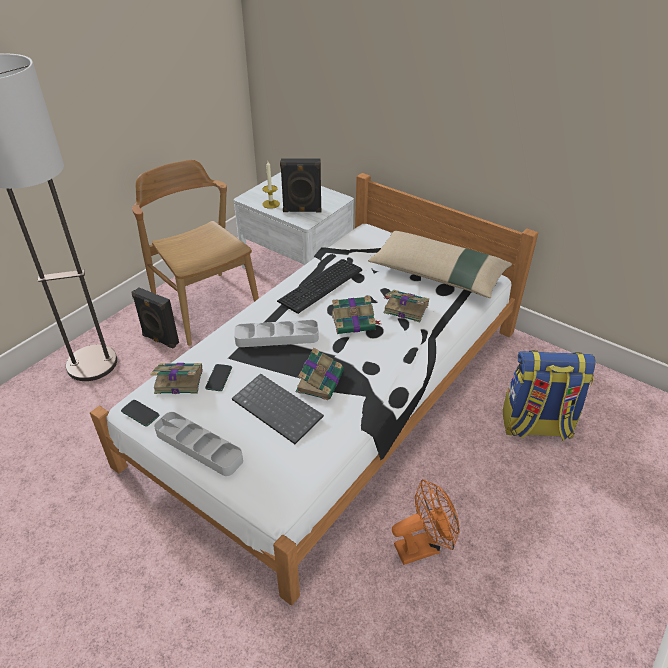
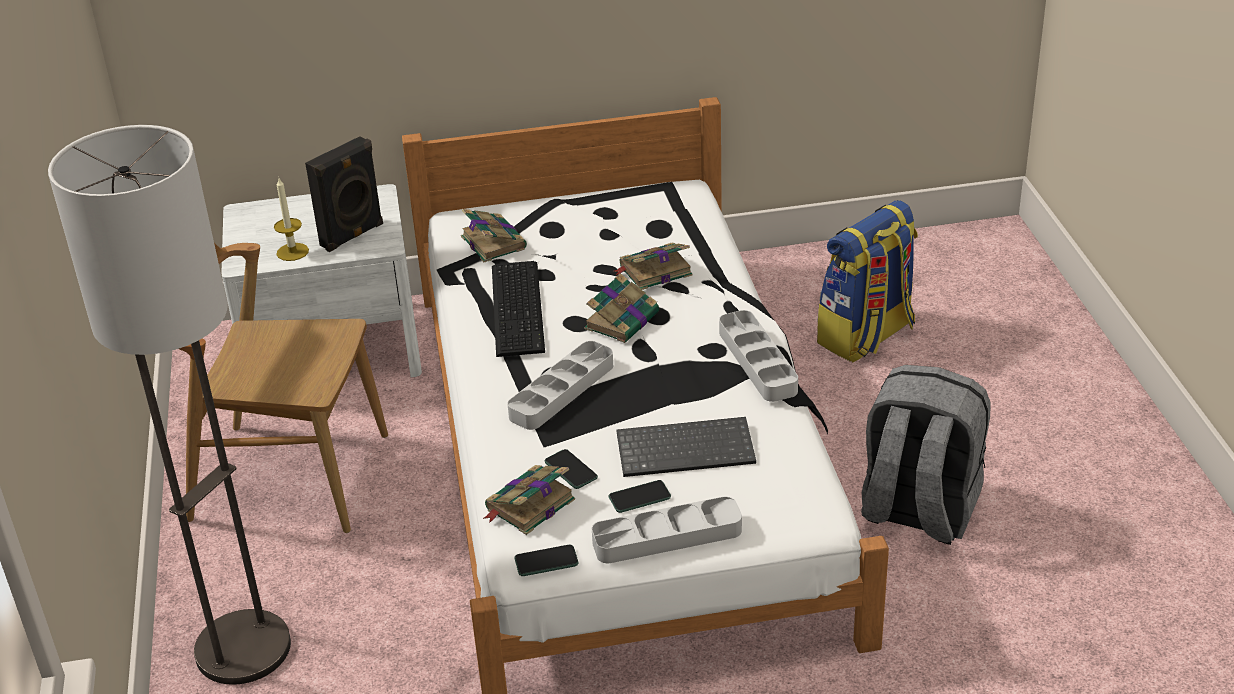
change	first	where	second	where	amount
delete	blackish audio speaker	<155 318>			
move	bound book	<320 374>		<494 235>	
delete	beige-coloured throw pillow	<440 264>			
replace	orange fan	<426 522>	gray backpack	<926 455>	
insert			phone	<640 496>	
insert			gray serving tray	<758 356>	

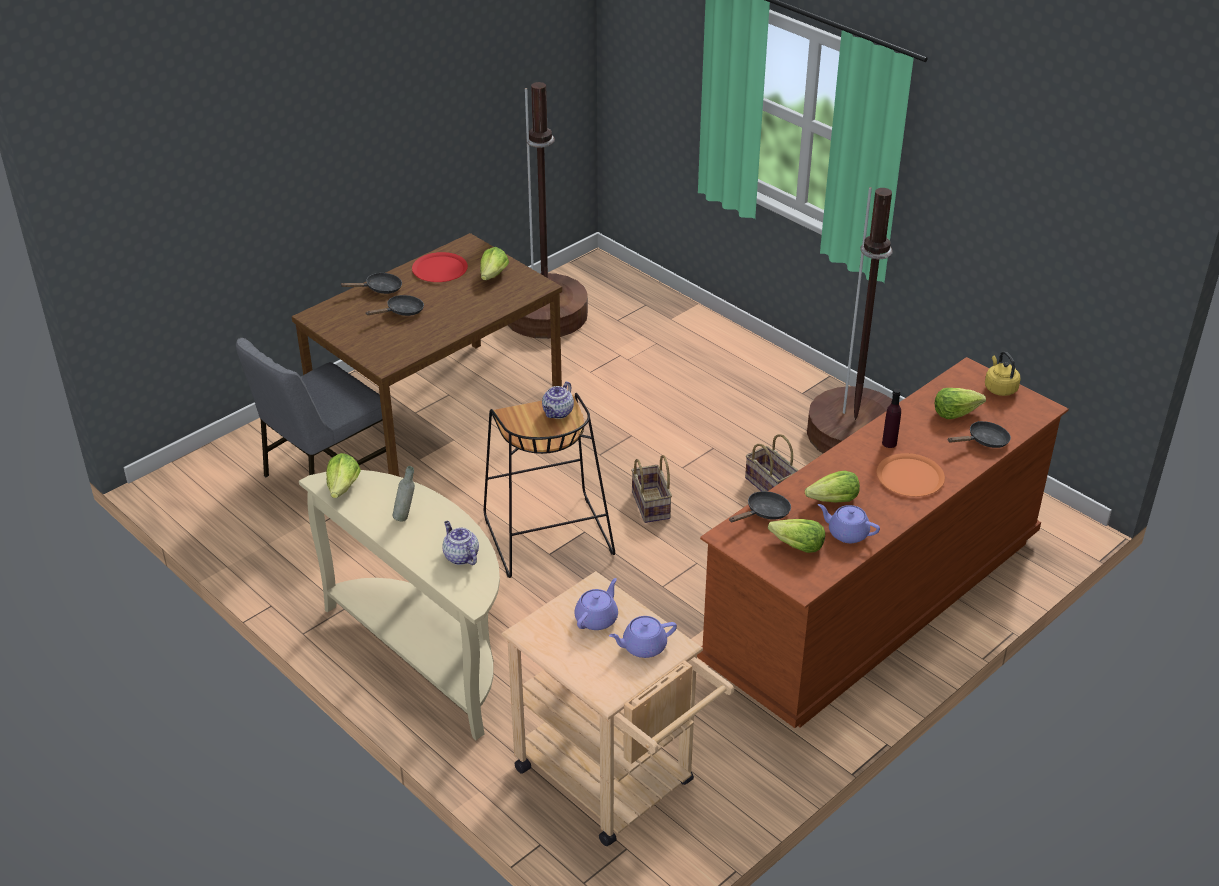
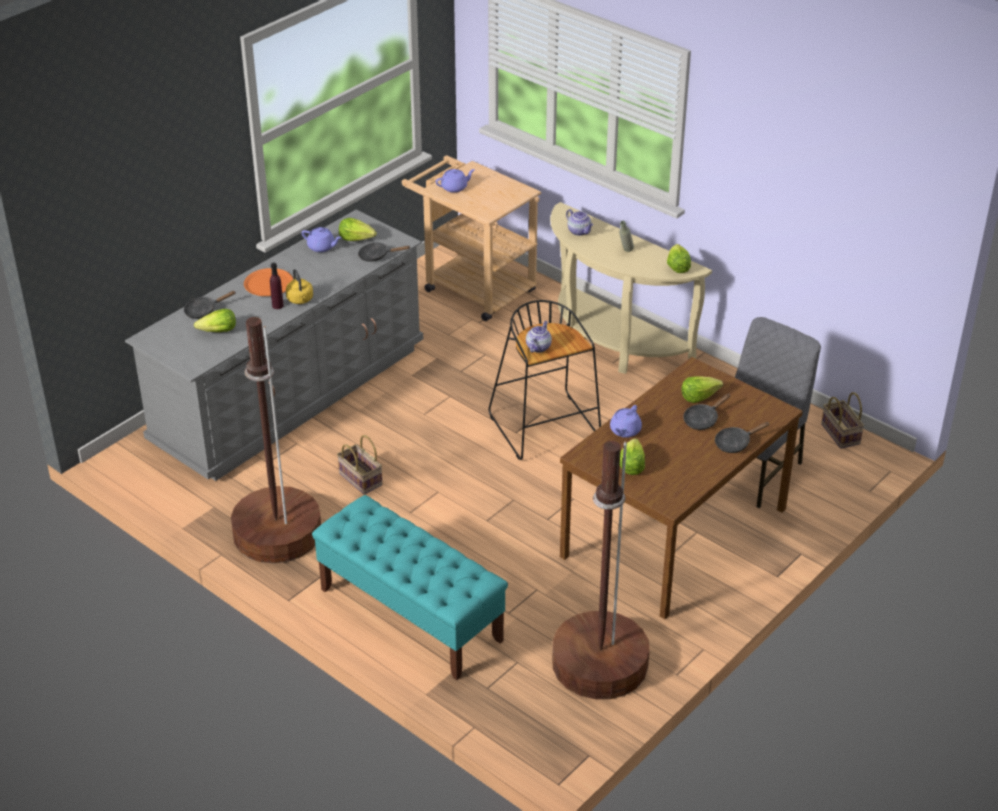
change	first	where	second	where	amount
delete	red-coloured flat dish	<440 267>			
move	purple tea pot	<596 604>		<626 421>	
move	storage basket	<651 489>		<842 420>	
recolor	brown-coloured chest of drawers	<883 542>	gray chest of drawers	<274 345>	
rotate	blackish skillet	<760 506>		<384 252>	45 degrees clockwise
move	lettuce head	<832 487>		<702 389>	
move	yellow-coloured water kettle	<1003 373>		<299 286>	
insert			turquoise bench	<410 587>	

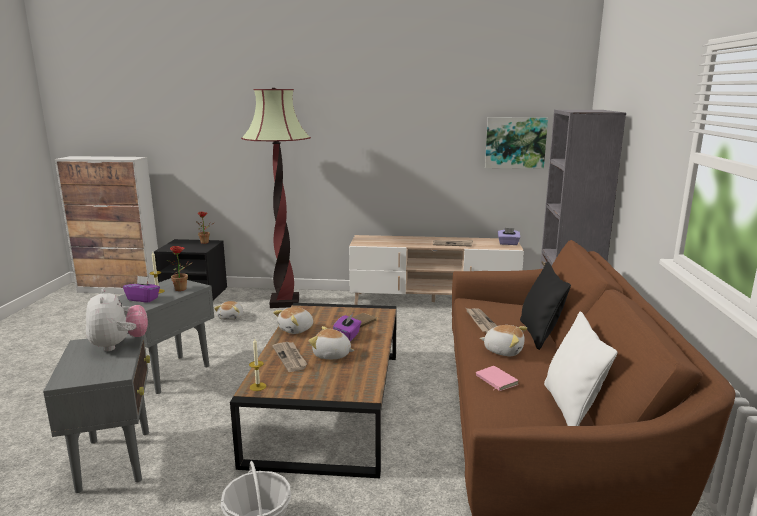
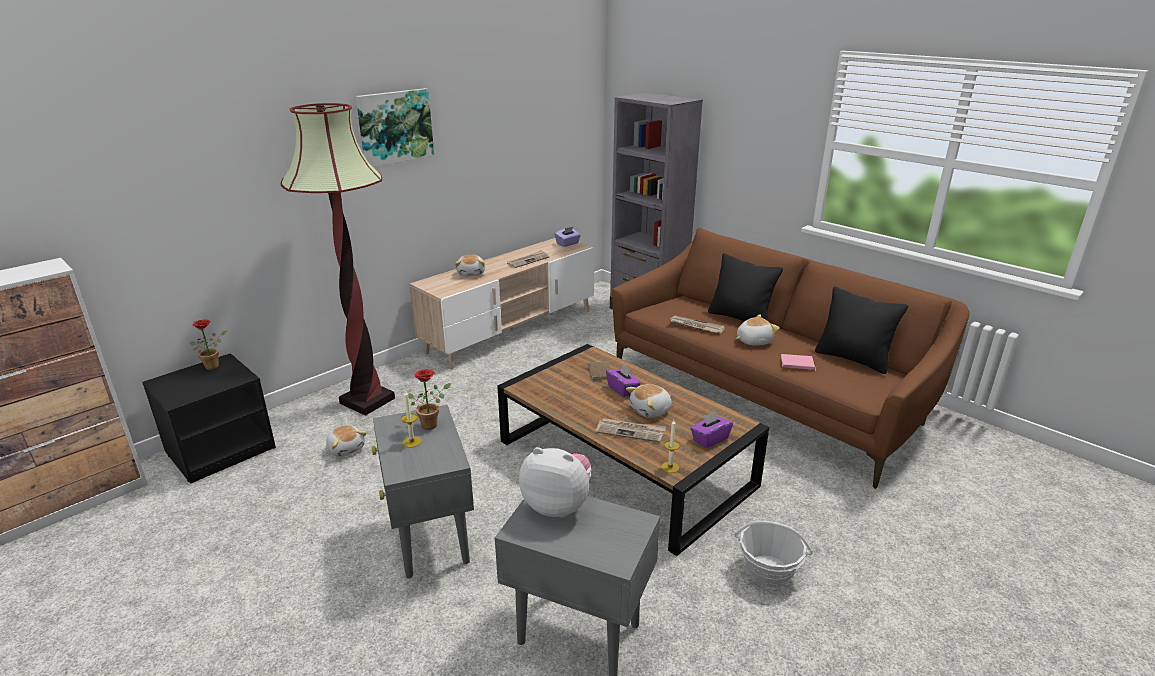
change	first	where	second	where	amount
move	purple tissue box	<141 289>		<711 429>	
move	plush toy	<293 320>		<470 265>	
move	wall art	<516 143>		<395 127>	
recolor	whitish throw pillow	<581 368>	blackish throw pillow	<861 330>	

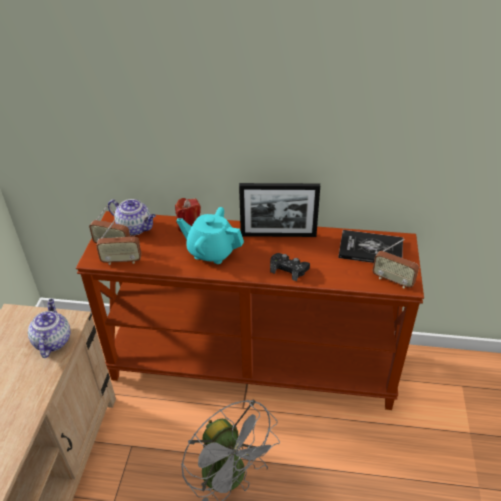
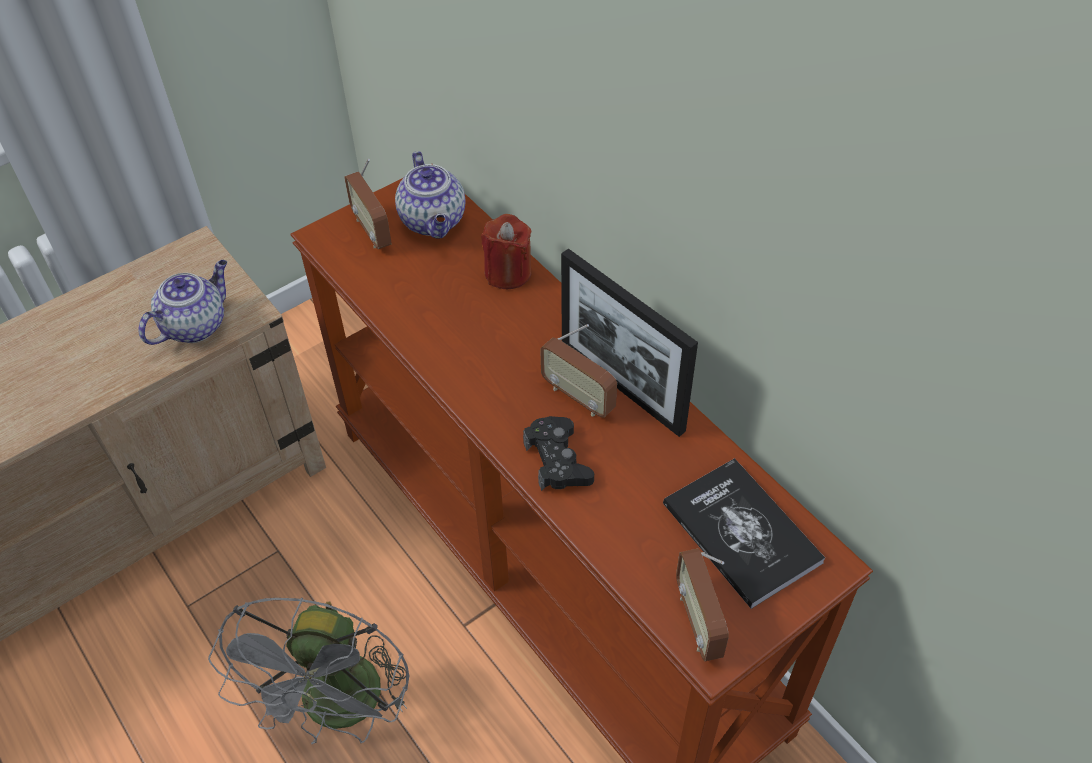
change	first	where	second	where	amount
move	radio set	<118 242>		<578 371>	
delete	turquoise tea pot	<210 235>			

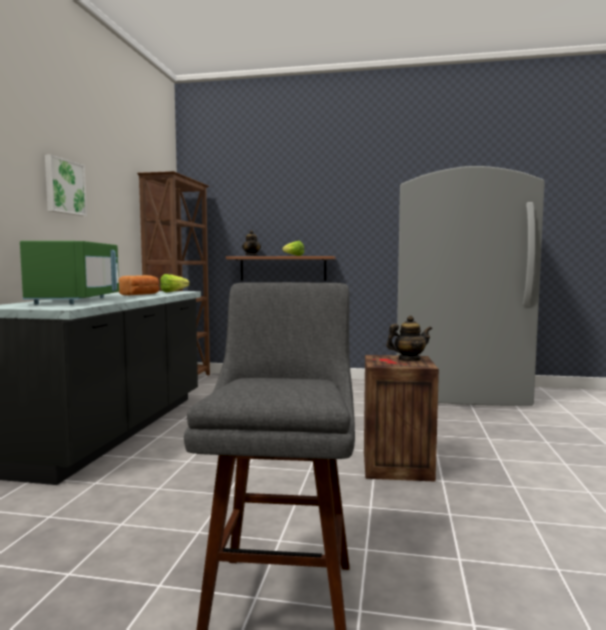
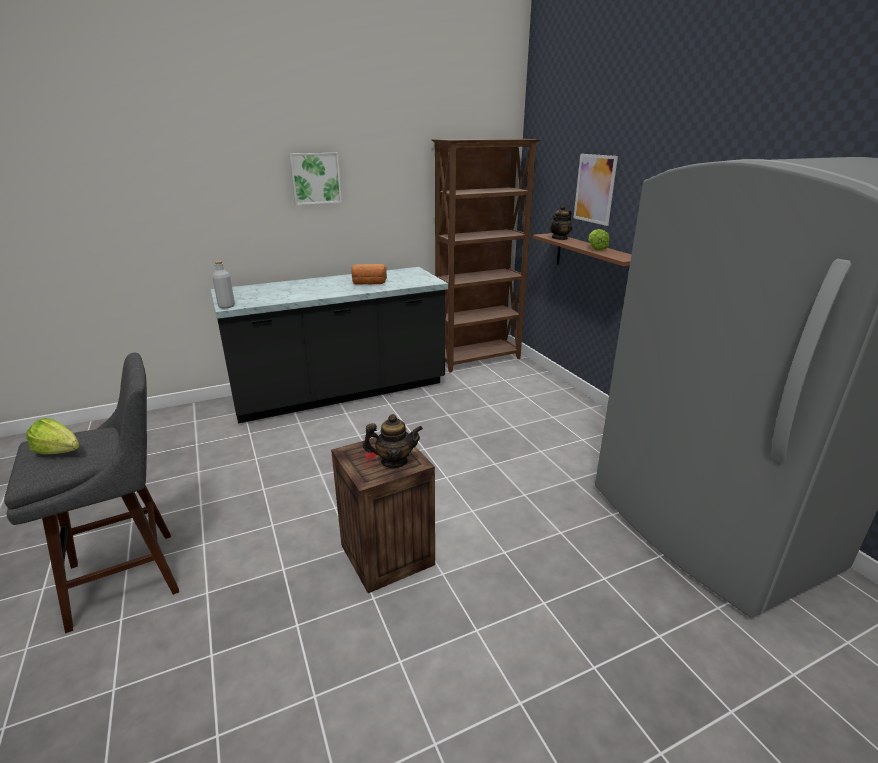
change	first	where	second	where	amount
delete	green kitchen microwave	<69 272>			
move	lettuce head	<175 283>		<52 436>	
rotate	tea pot	<409 338>		<393 441>	45 degrees counterclockwise
insert			gray beverage bottle	<223 284>	
insert			wall art	<596 190>	

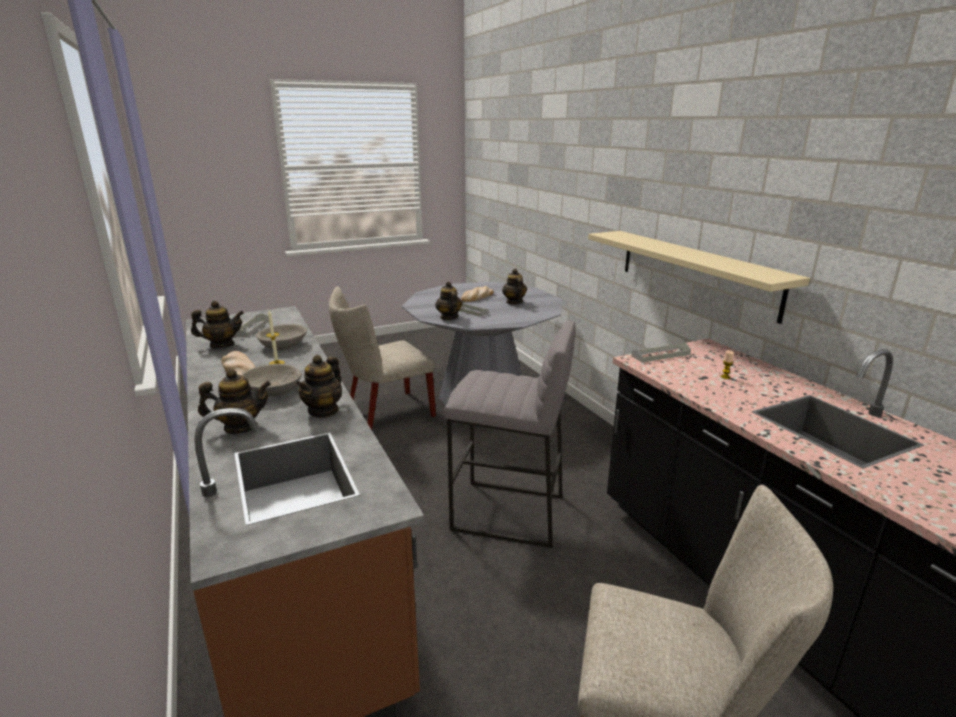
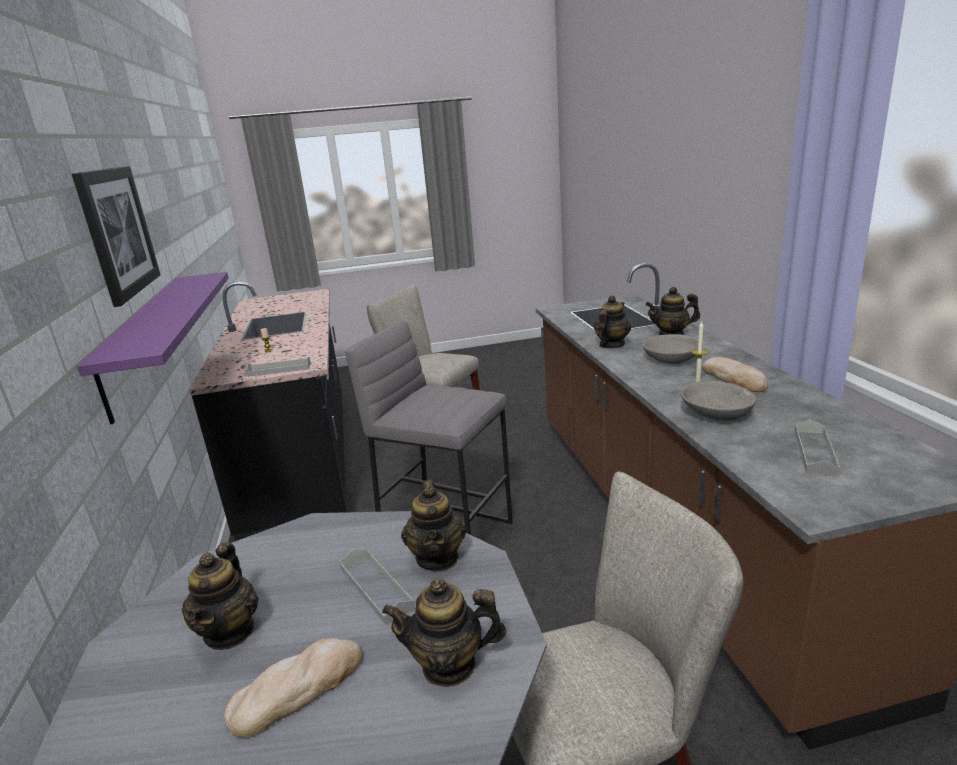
change	first	where	second	where	amount
move	tea pot	<217 324>		<444 632>	
recolor	beige-coloured bracket shelf	<699 277>	purple bracket shelf	<153 348>	
insert			wall art	<116 236>	

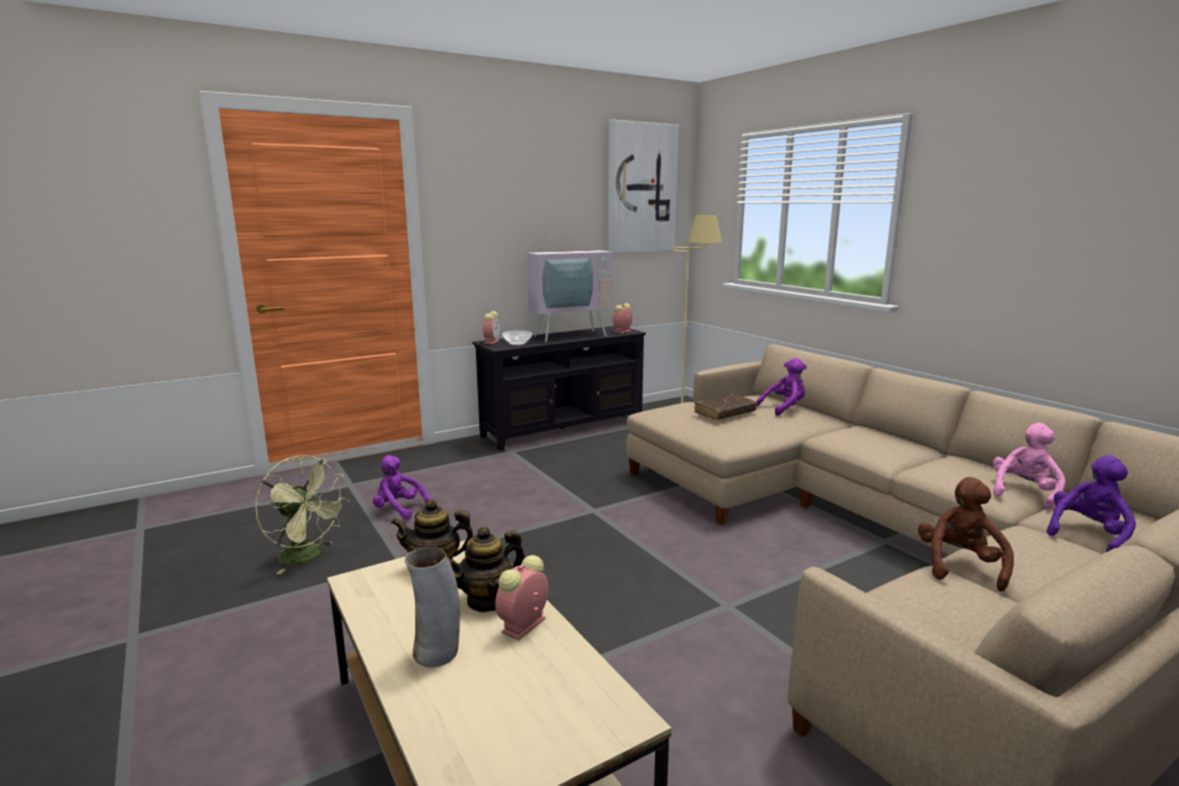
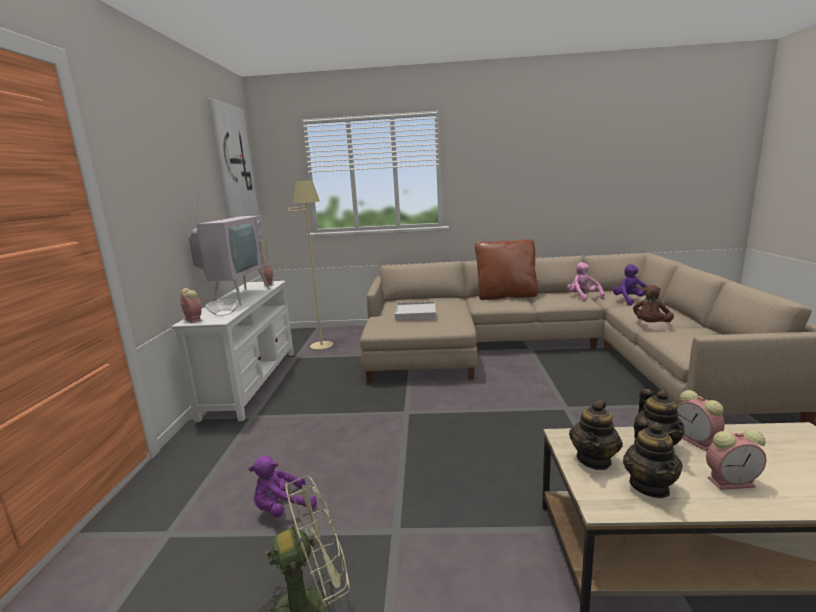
change	first	where	second	where	amount
replace	vase	<432 607>	table clock	<736 459>	
recolor	blackish tv stand	<559 388>	whitish tv stand	<233 351>	
replace	brown-coloured bound book	<725 407>	whitish serving tray	<415 310>	
delete	purple plush toy	<781 387>			
rotate	brown-coloured plush toy	<966 534>		<653 303>	105 degrees counterclockwise
insert			brown-coloured throw pillow	<506 269>	
insert			tea pot	<653 458>	

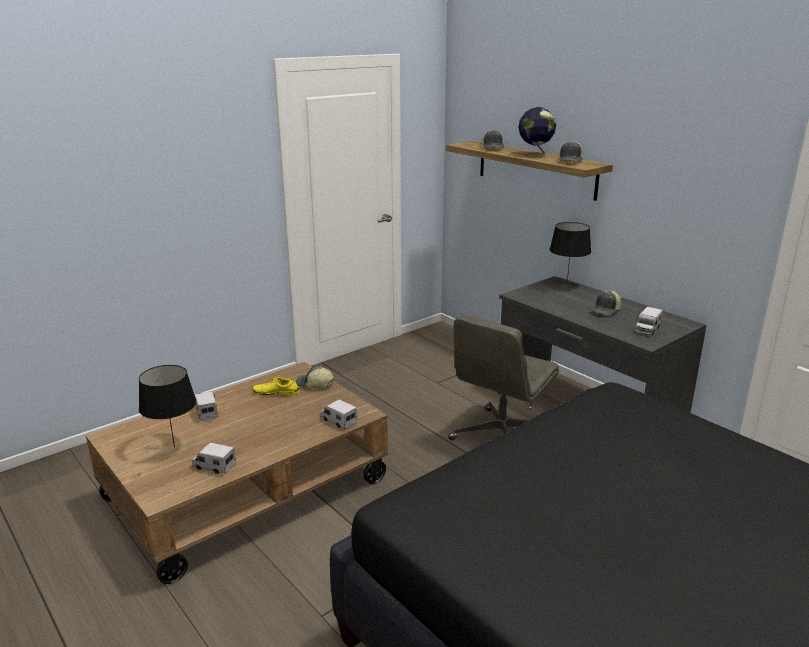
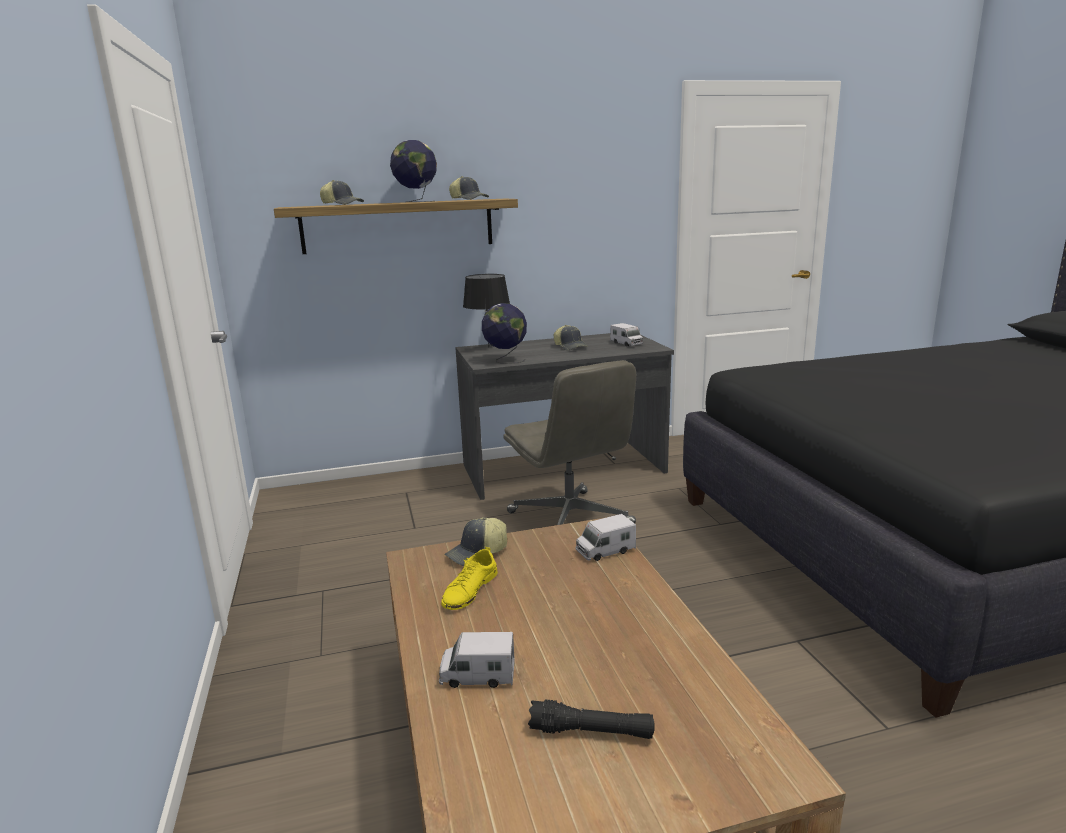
change	first	where	second	where	amount
replace	blackish tabletop lamp	<167 406>	blackish torch	<591 719>	
delete	model truck	<214 458>			
insert			globe	<504 333>	

